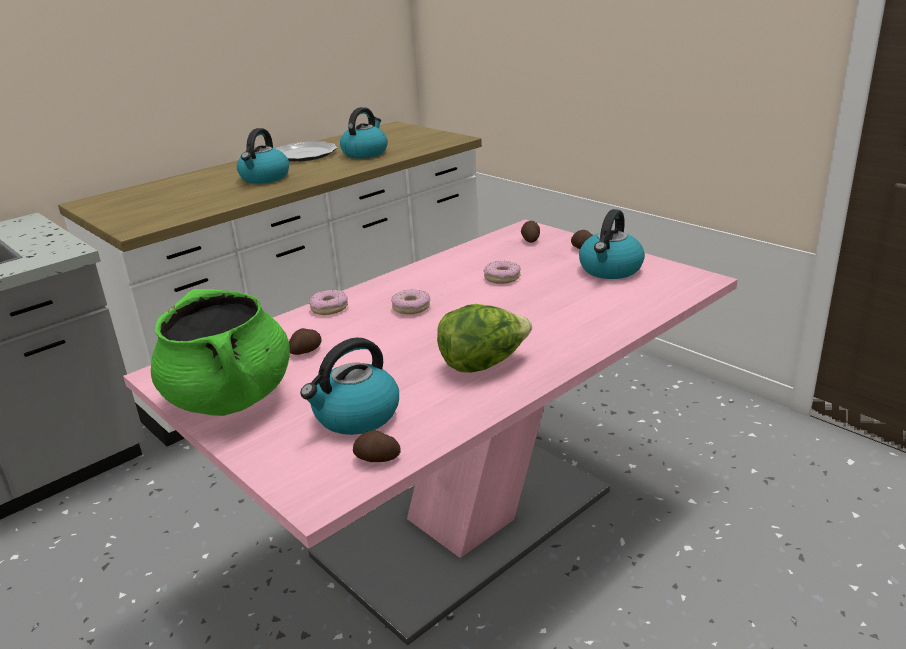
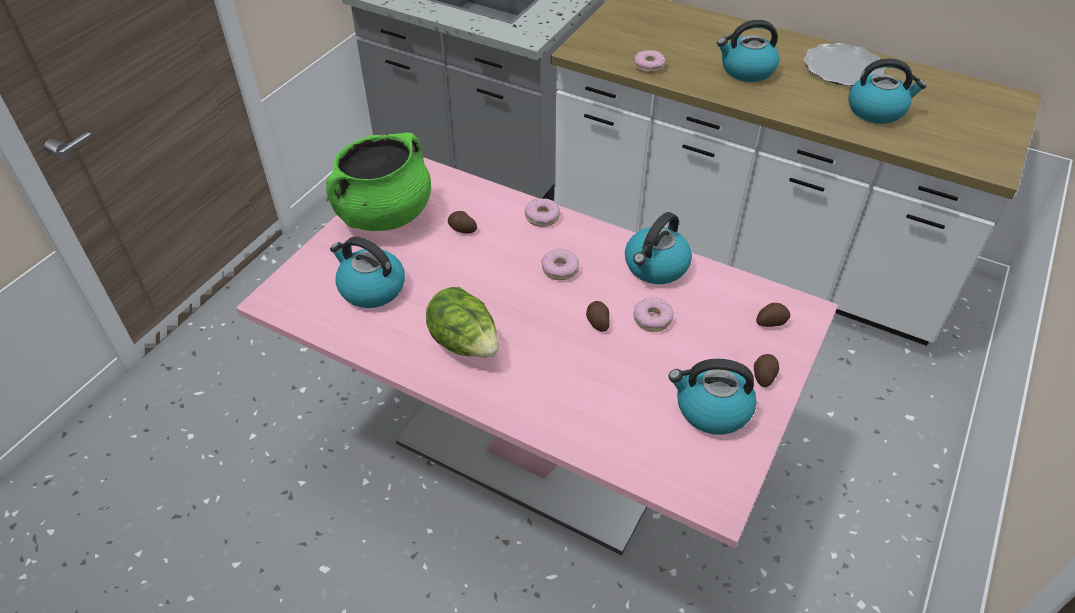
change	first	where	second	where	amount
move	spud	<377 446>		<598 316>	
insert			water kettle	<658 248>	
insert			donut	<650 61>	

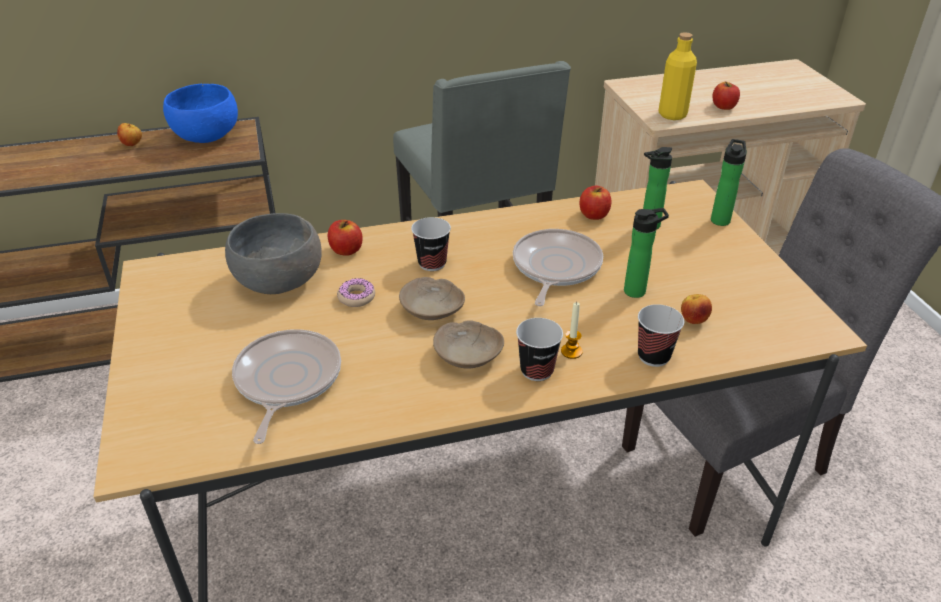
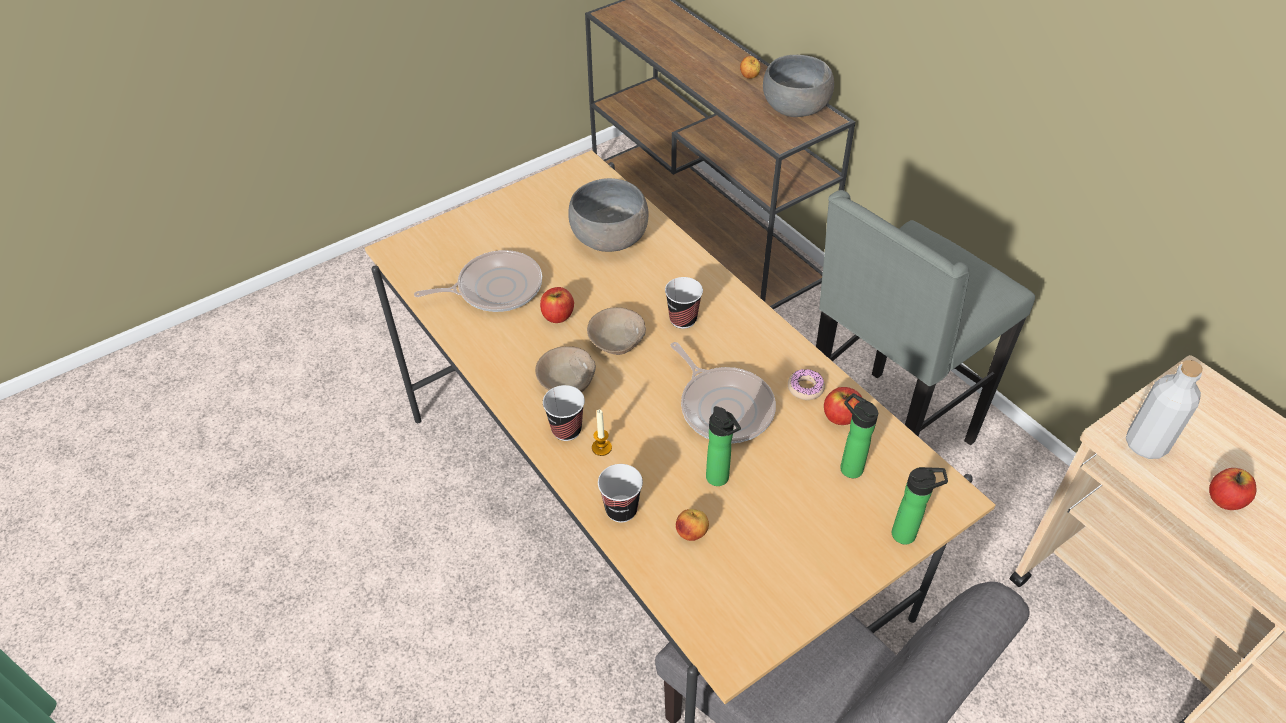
change	first	where	second	where	amount
recolor	blue deep dish	<200 113>	gray deep dish	<798 86>	
move	whole apple	<345 238>		<557 305>	
move	donut	<356 292>		<806 384>	
rotate	skillet	<558 267>		<723 392>	60 degrees clockwise
recolor	yellow-coloured beverage bottle	<677 76>	gray beverage bottle	<1164 409>	

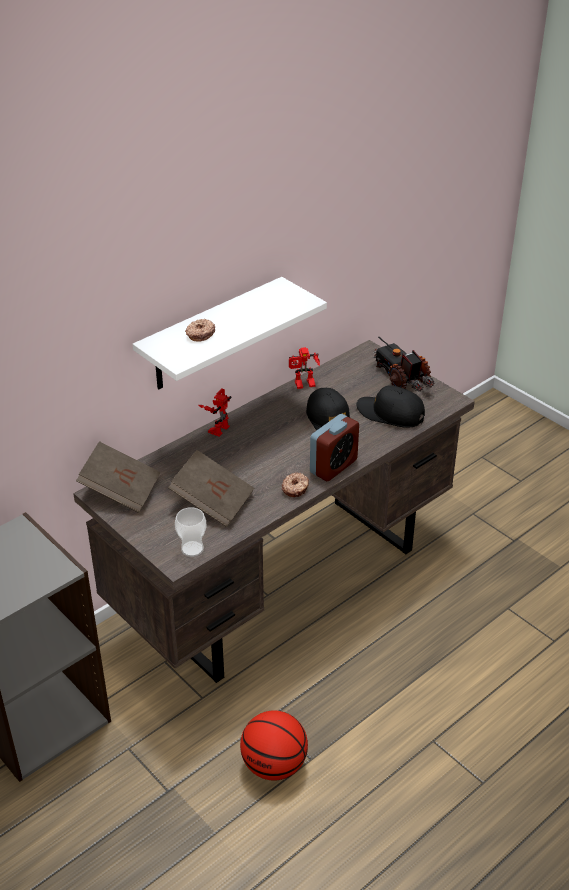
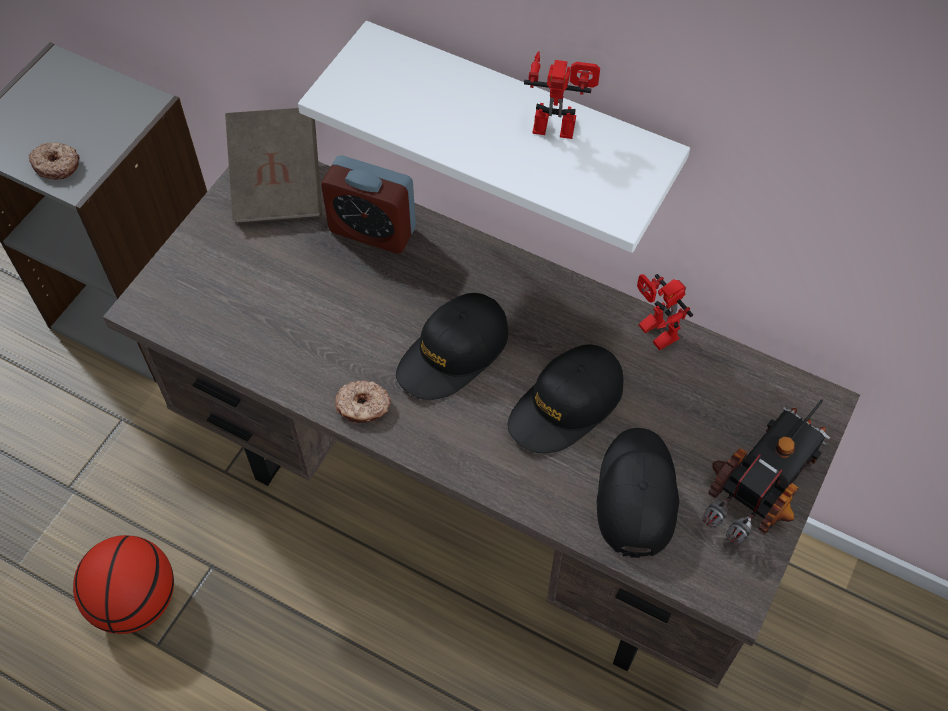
change	first	where	second	where	amount
delete	brown-coloured bound book	<211 488>			
delete	small cup	<190 532>			
move	donut	<200 330>		<54 161>	
move	robot figure	<215 412>		<562 95>	
move	table clock	<334 447>		<368 204>	
insert			blackish peaked cap	<452 346>	

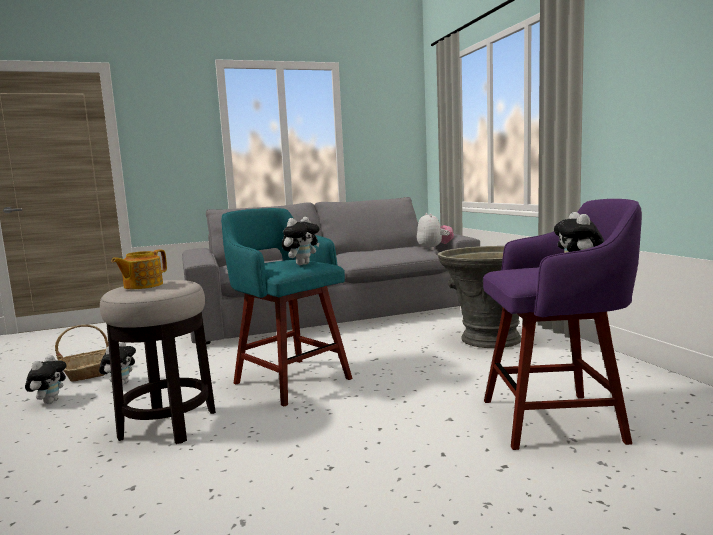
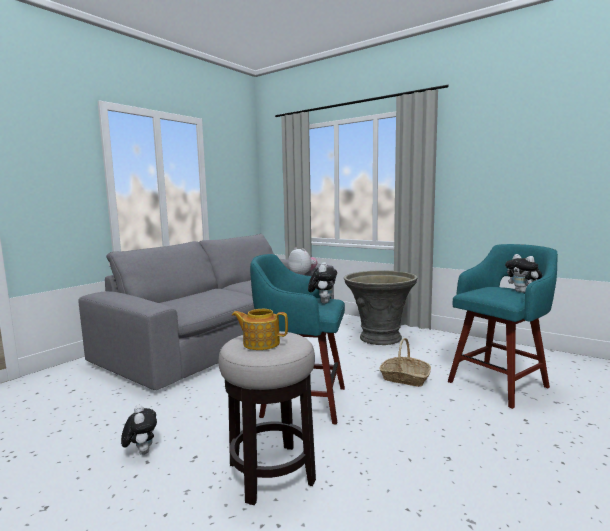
change	first	where	second	where	amount
delete	plush toy	<46 379>			
move	storage basket	<82 353>		<405 362>	
rotate	tea pot	<139 269>		<260 329>	105 degrees clockwise
recolor	purple sitting stool	<562 324>	turquoise sitting stool	<503 326>	

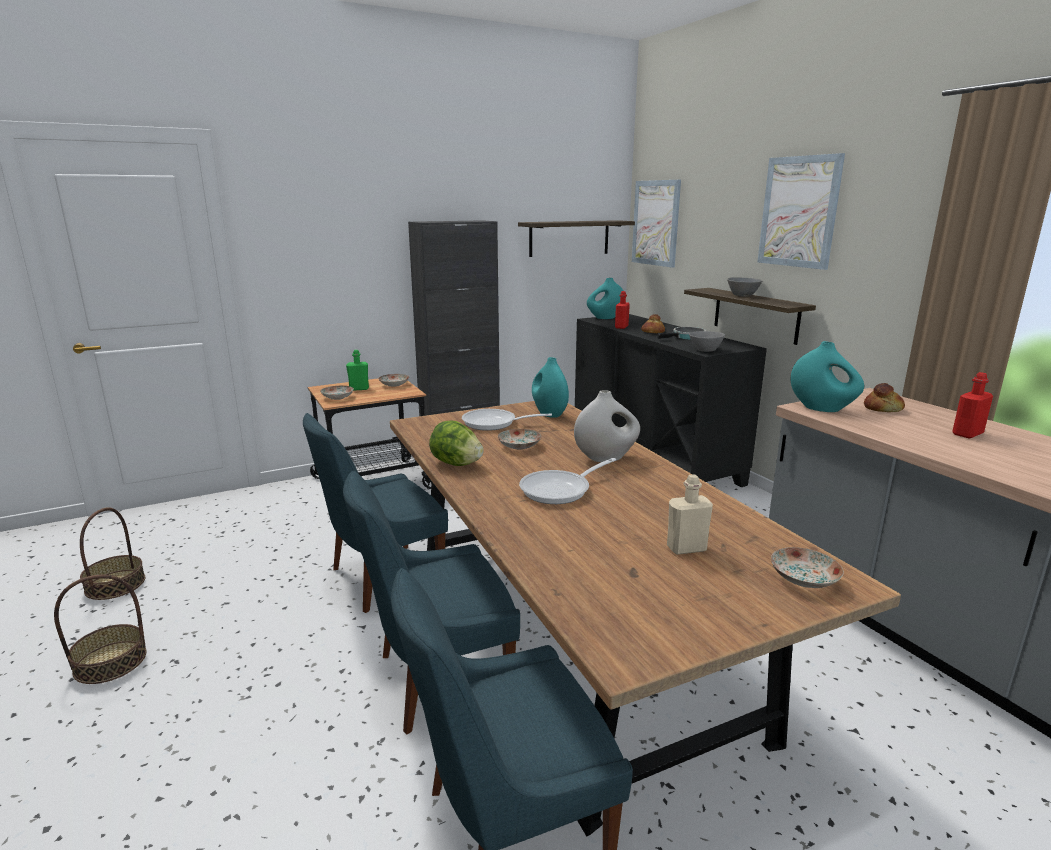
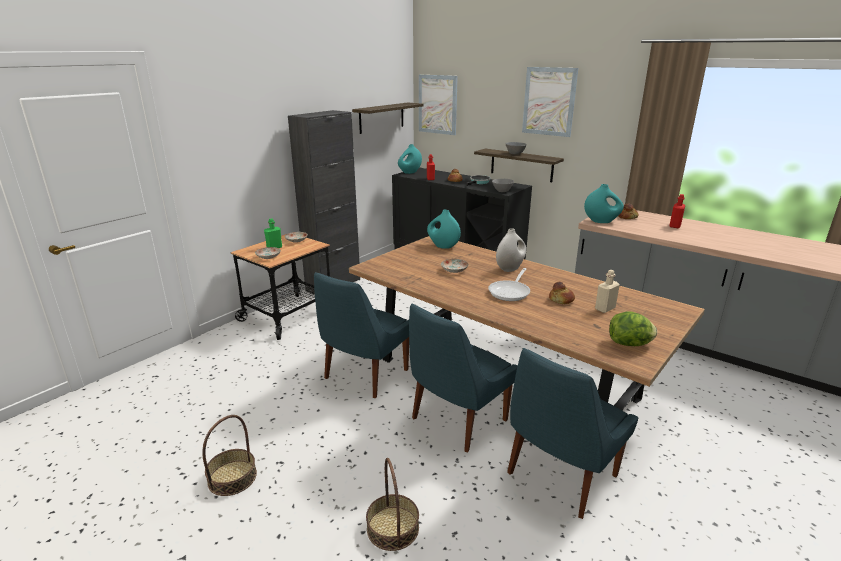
change	first	where	second	where	amount
move	storage basket	<112 553>		<392 504>	
move	lettuce head	<456 443>		<633 328>	
delete	skillet	<507 420>			
delete	flat dish	<807 567>			
insert			bread	<562 293>	

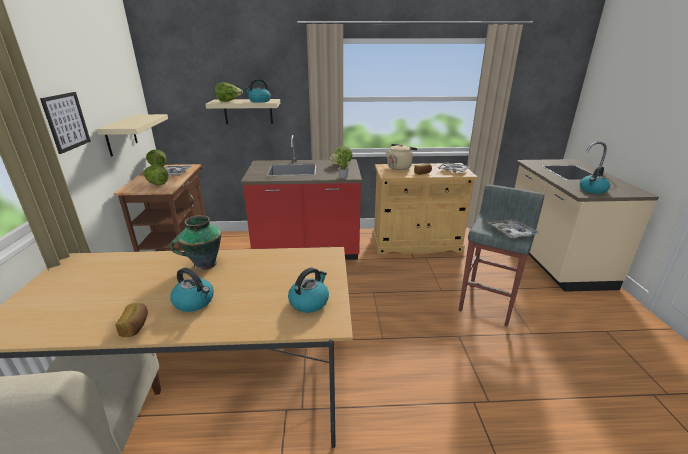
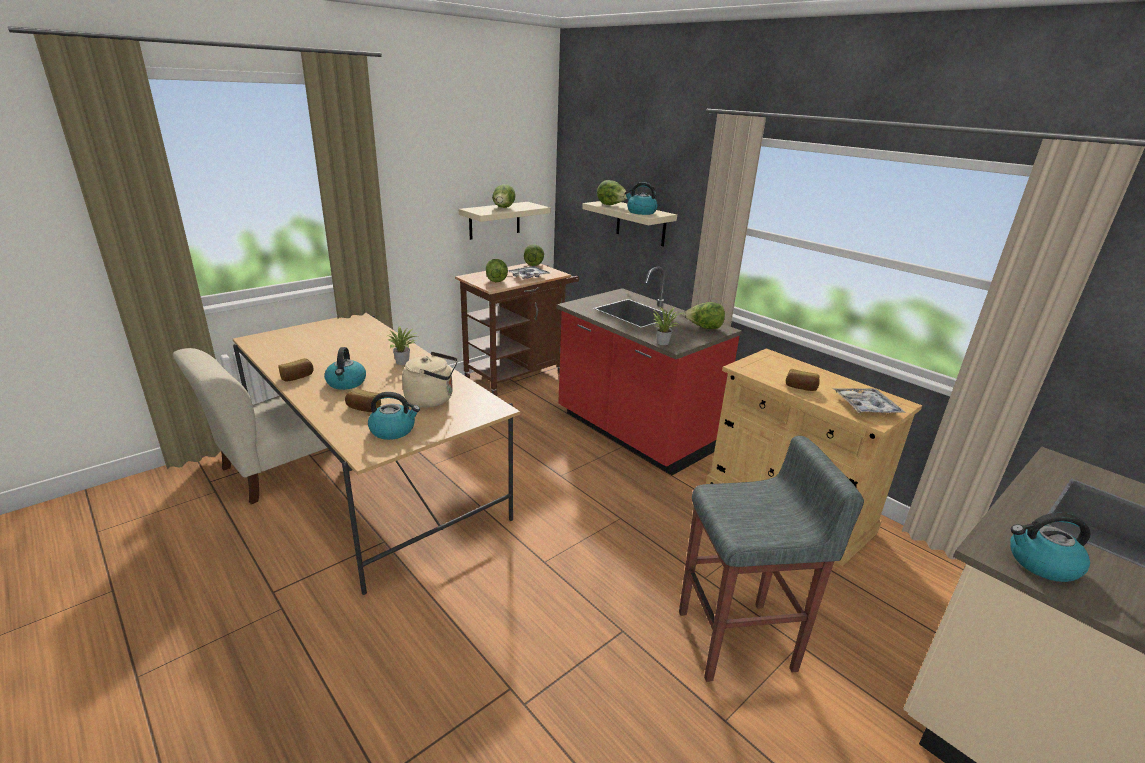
change	first	where	second	where	amount
delete	wall art	<65 123>			
replace	vase	<195 242>	houseplant	<401 345>	
move	beige-coloured water kettle	<401 157>		<430 380>	
delete	serving tray	<514 228>			
insert			bread	<363 400>	
insert			lettuce head	<504 196>	

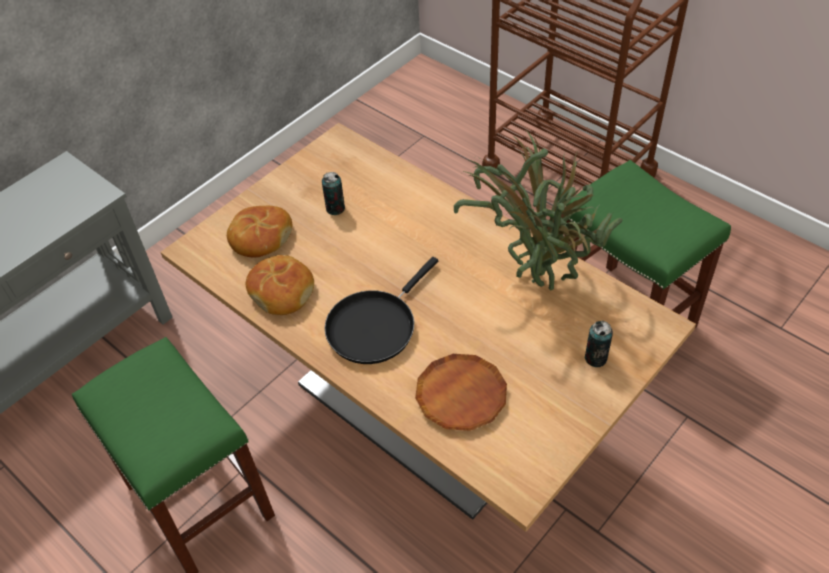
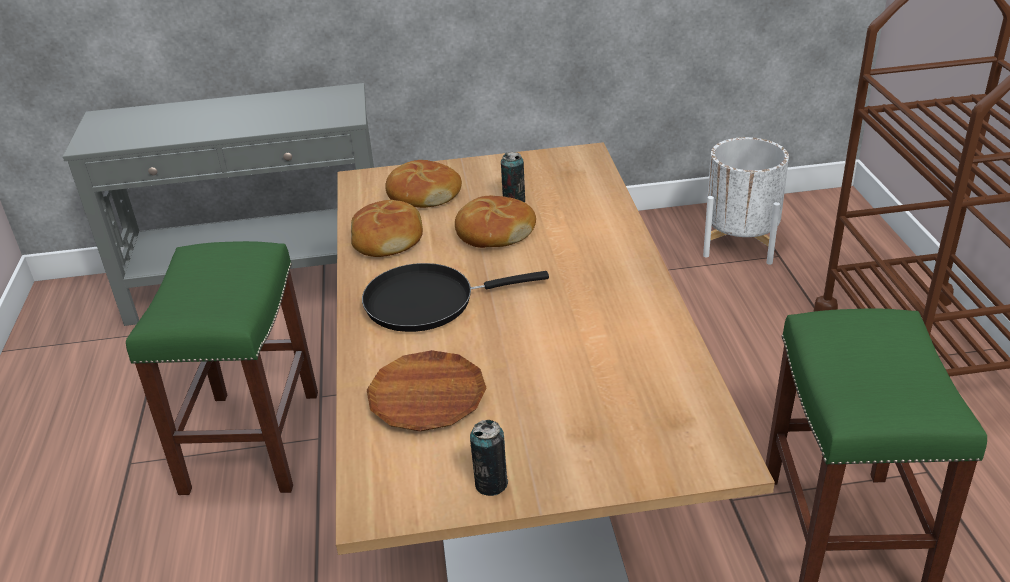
change	first	where	second	where	amount
delete	houseplant	<538 210>			
move	can	<599 344>		<489 458>	
insert			bread	<495 221>	
insert			whitish plant pot	<746 201>	

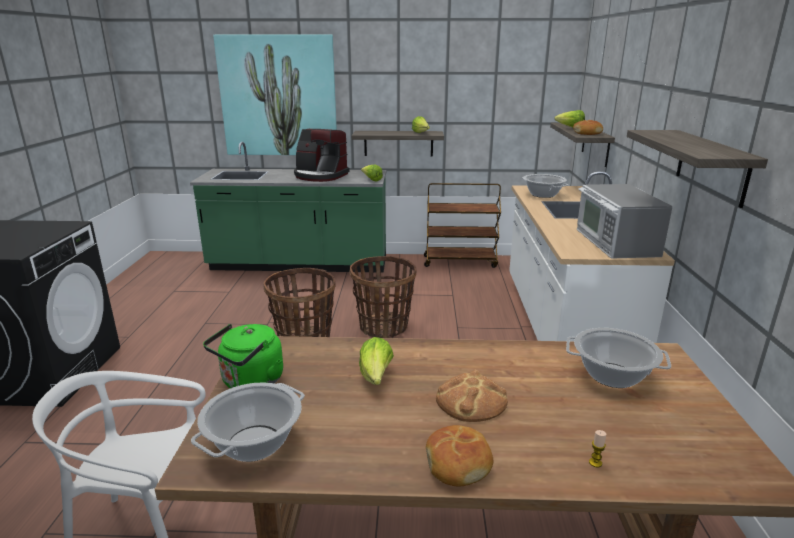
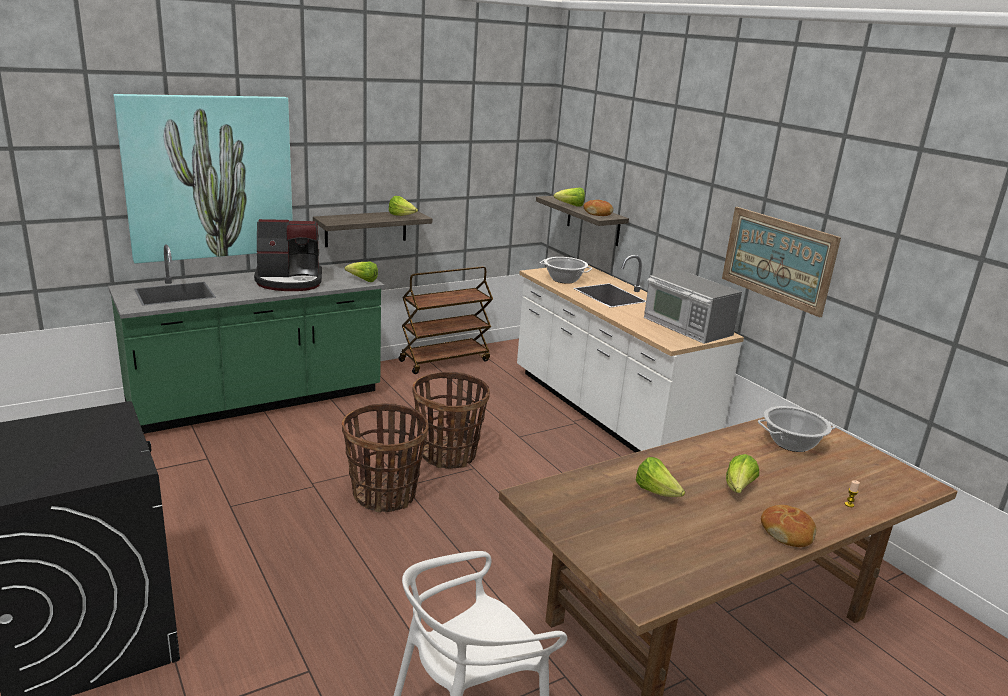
change	first	where	second	where	amount
delete	saucepot	<248 422>			
delete	green water kettle	<243 356>			
replace	bread	<472 395>	lettuce head	<742 473>	
replace	bracket shelf	<697 169>	wall art	<781 262>	

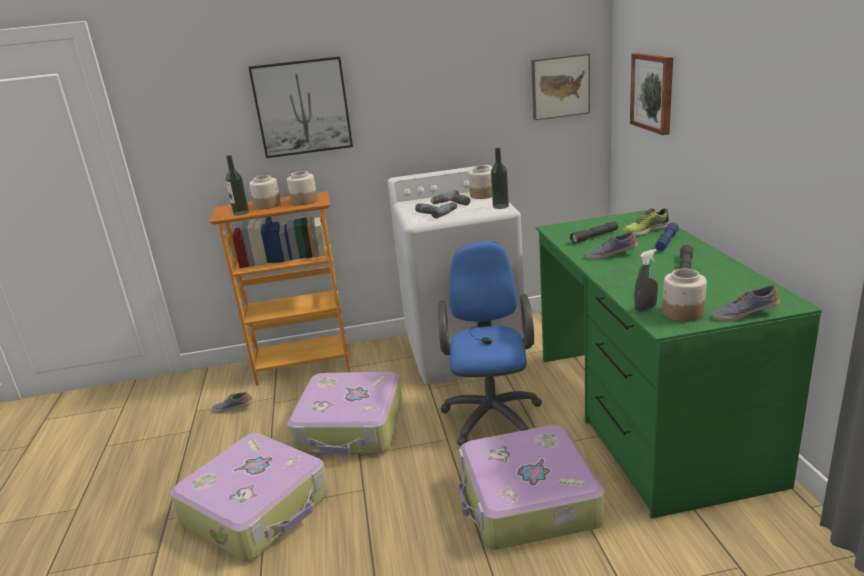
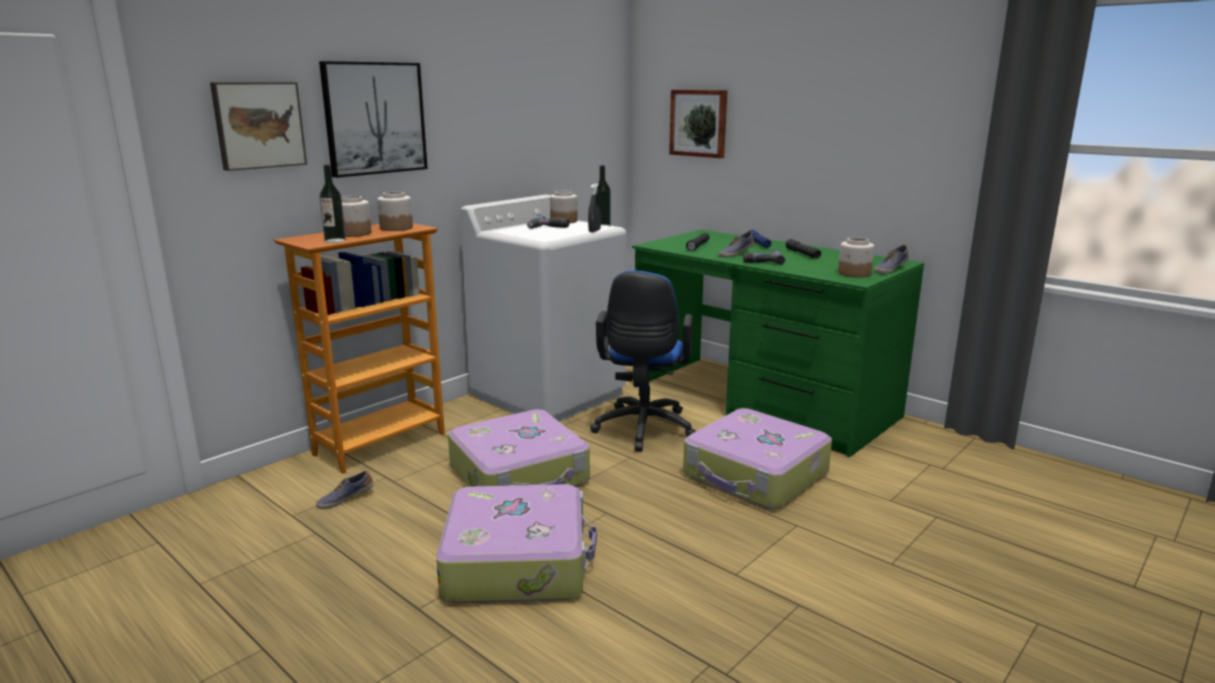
change	first	where	second	where	amount
move	electric drill	<436 210>		<764 257>	
rotate	blue desk chair	<490 343>		<643 361>	135 degrees counterclockwise
move	wall art	<560 86>		<258 126>	
delete	item of footwear	<646 222>			
move	gray hand sprayer	<646 280>		<594 208>	

